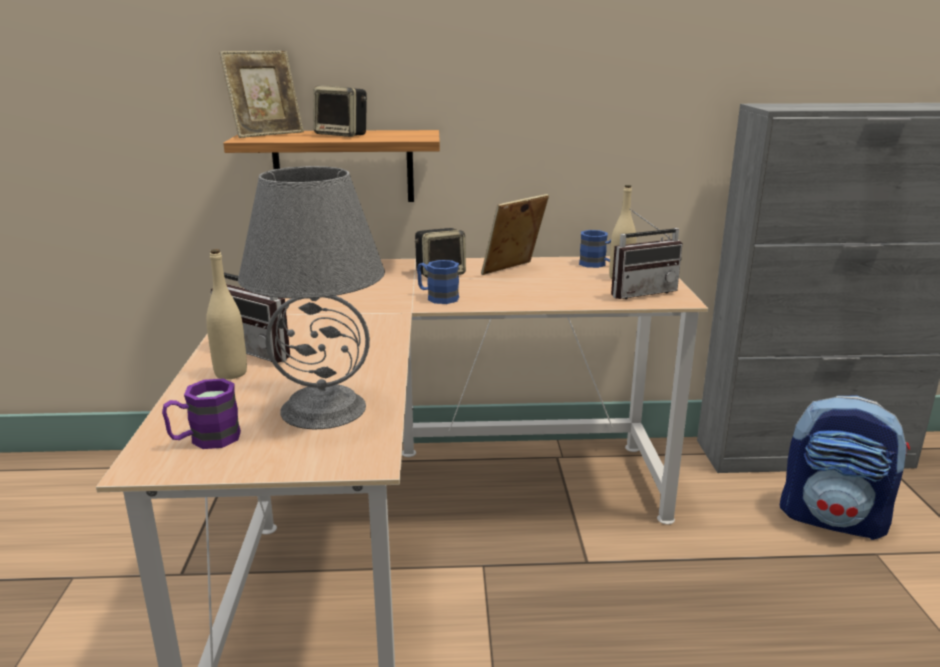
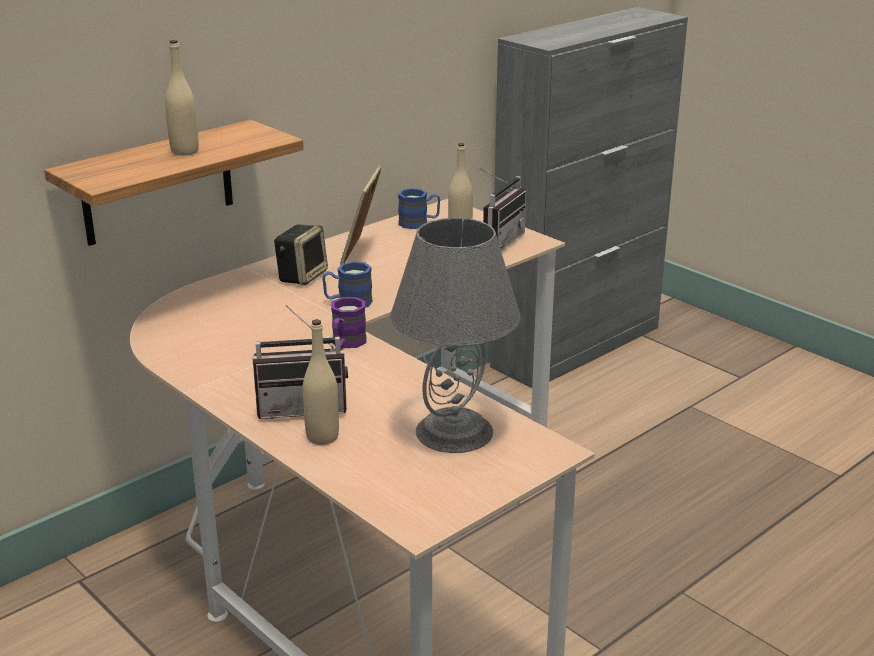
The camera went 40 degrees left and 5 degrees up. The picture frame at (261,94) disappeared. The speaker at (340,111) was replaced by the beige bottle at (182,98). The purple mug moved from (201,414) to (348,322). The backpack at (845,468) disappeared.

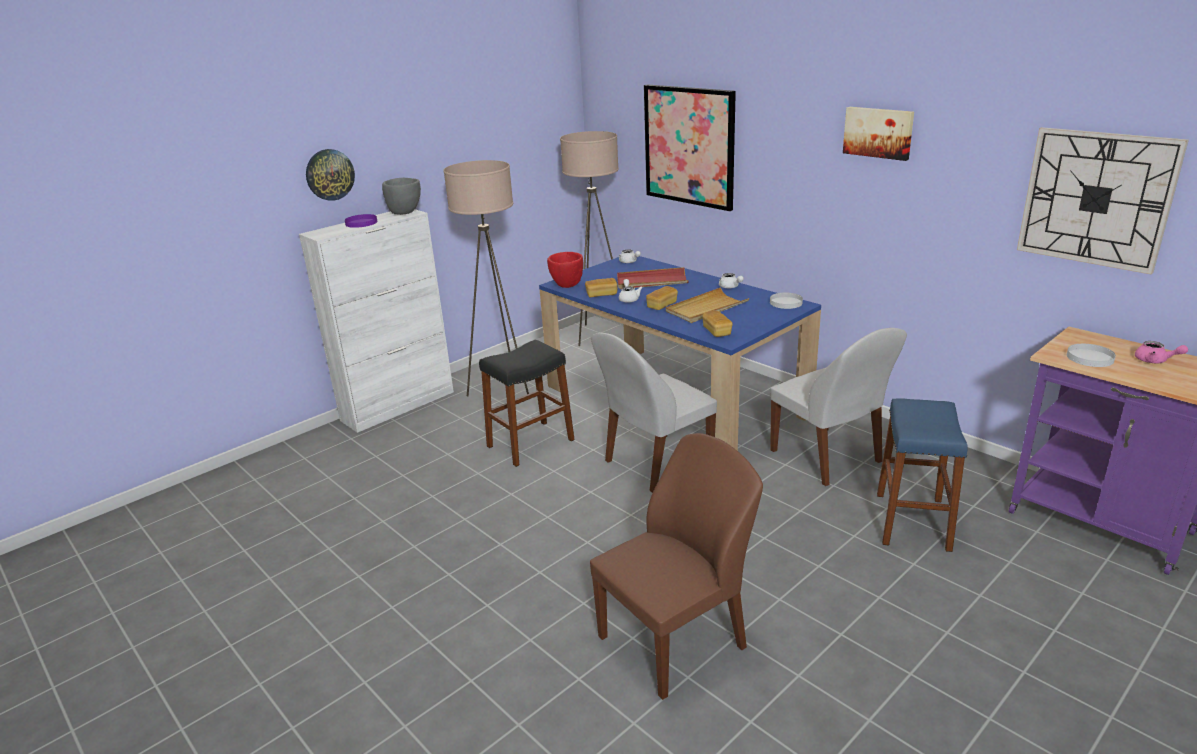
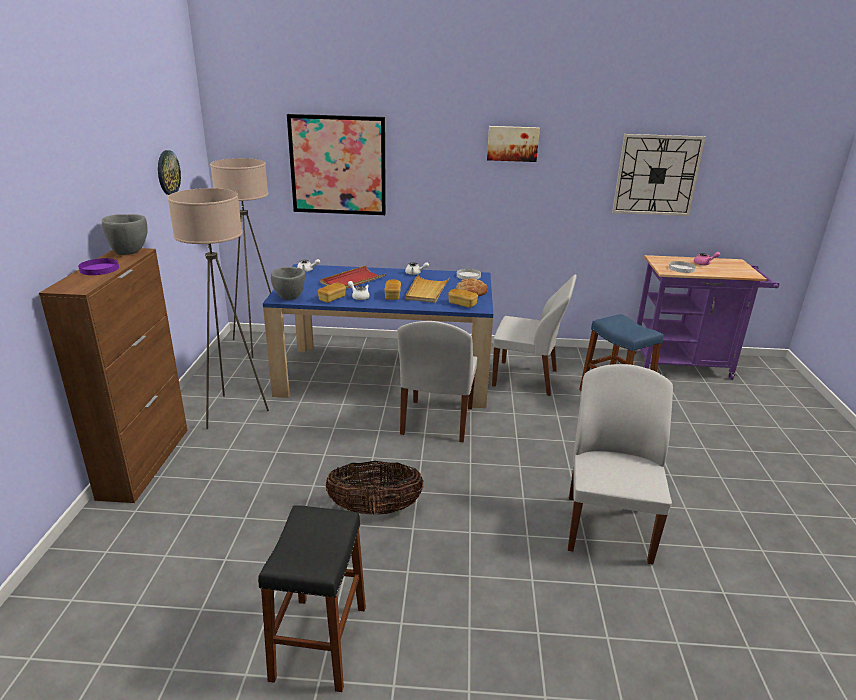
The camera went 45 degrees left and 0 degrees up. The wall clock moved from (330,175) to (169,172). The white cabinet at (376,321) became the brown cabinet at (113,375). The red bowl at (565,270) became the grey bowl at (288,283). The black stool moved from (527,403) to (312,598). The brown chair at (676,566) became the white chair at (620,464). The bread at (472,287) appeared. The basket at (375,488) appeared.

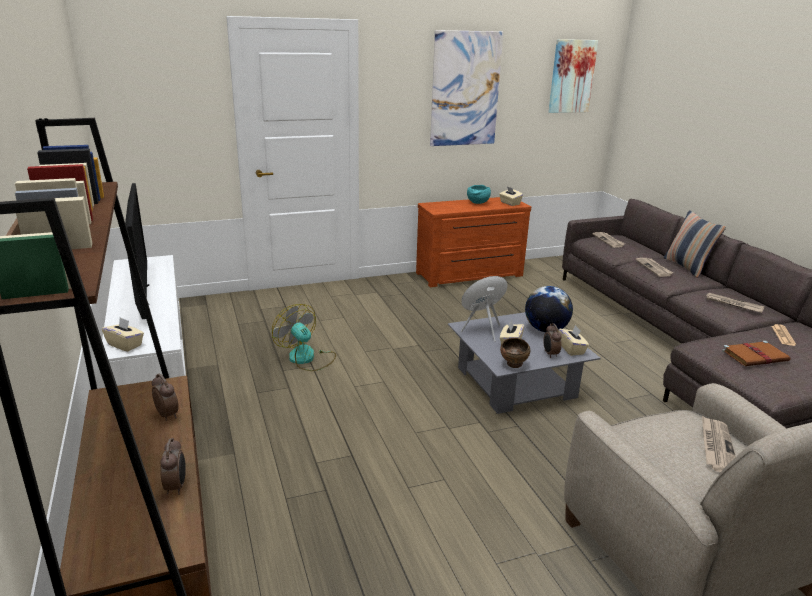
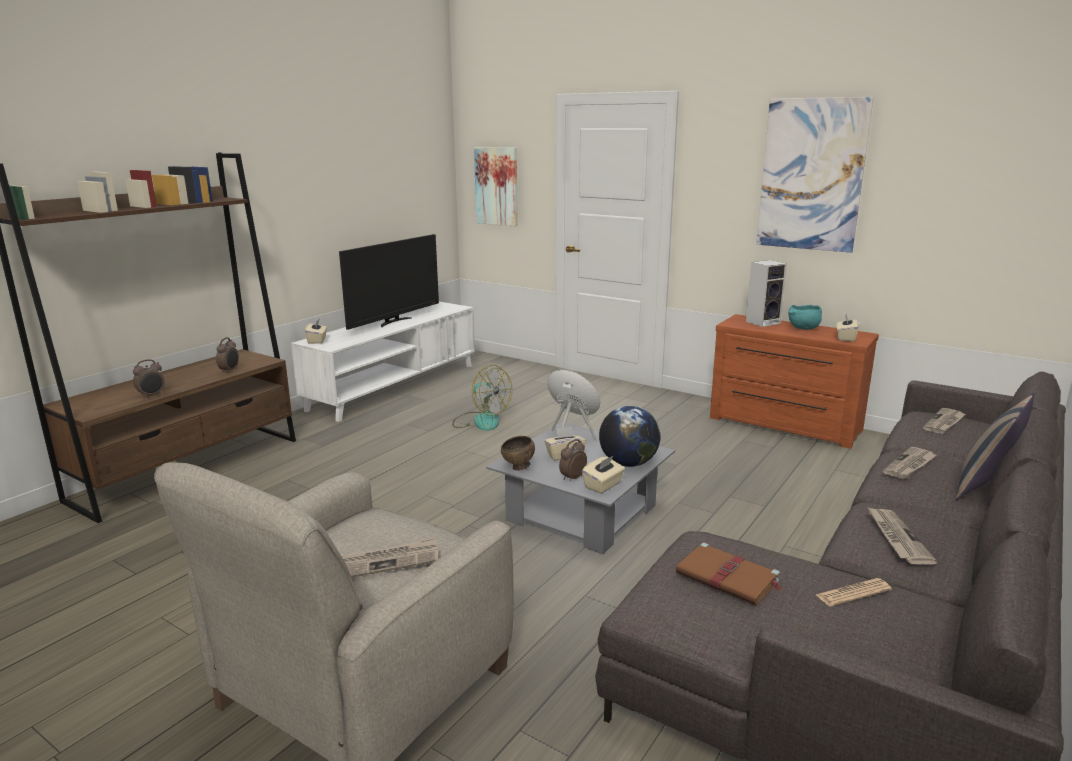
The camera went 55 degrees right and 5 degrees down. The picture moved from (573,76) to (496,187). The fan at (304,337) turned 120 degrees clockwise. The speaker at (766,293) appeared.

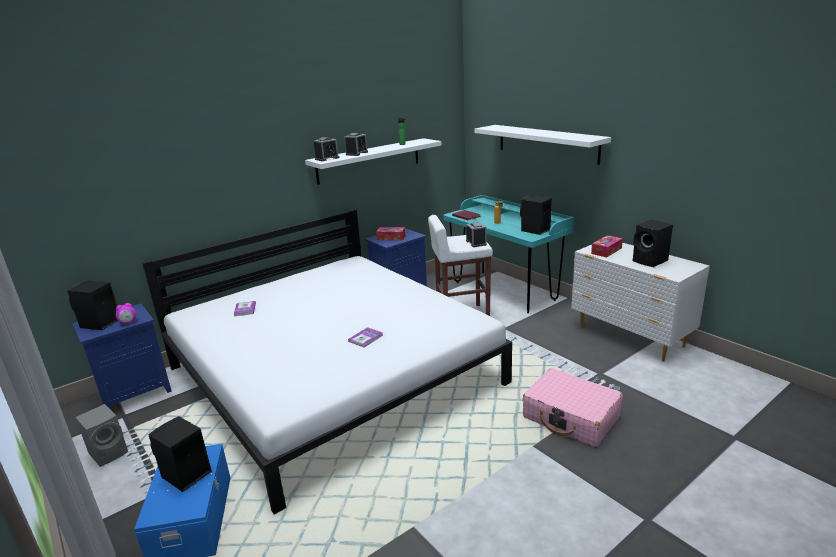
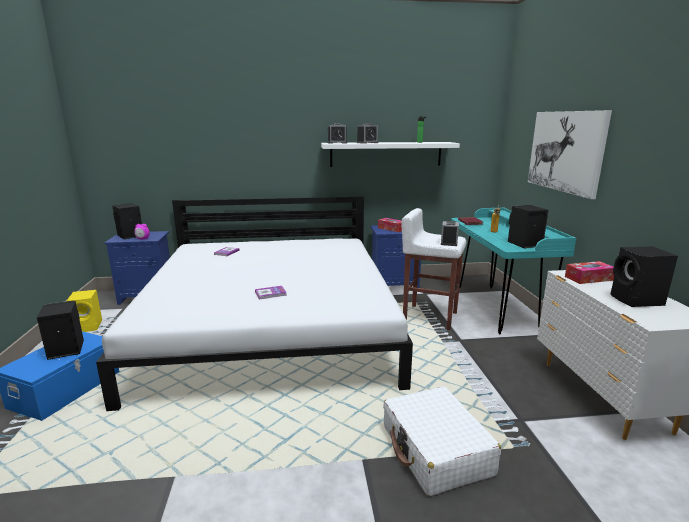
The camera went 30 degrees right and 5 degrees down. The white shelf at (542,145) was replaced by the picture at (570,154). The pink suitcase at (573,407) became the white suitcase at (442,441). The grey speaker at (101,435) became the yellow speaker at (84,311).

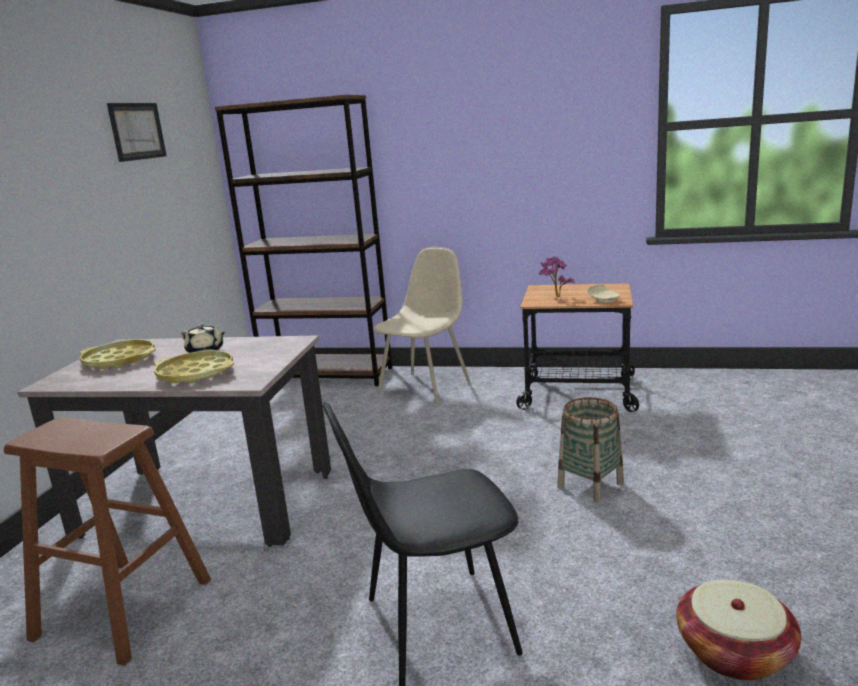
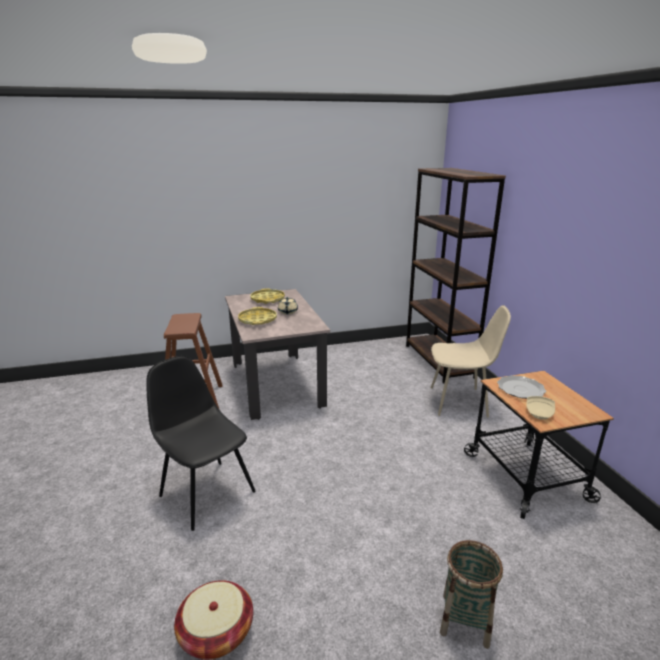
The camera went 60 degrees right and 5 degrees up. The picture at (137,132) disappeared. The potted plant at (557,276) was replaced by the plate at (521,387). The basket moved from (591,450) to (471,594).

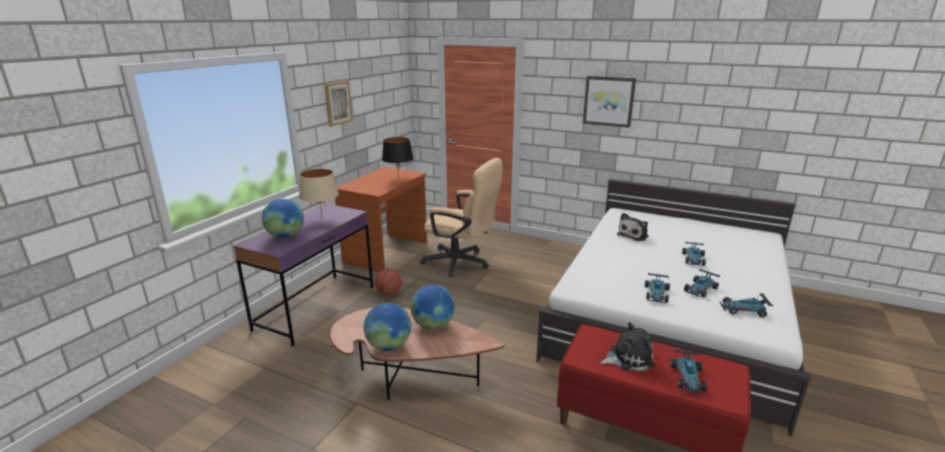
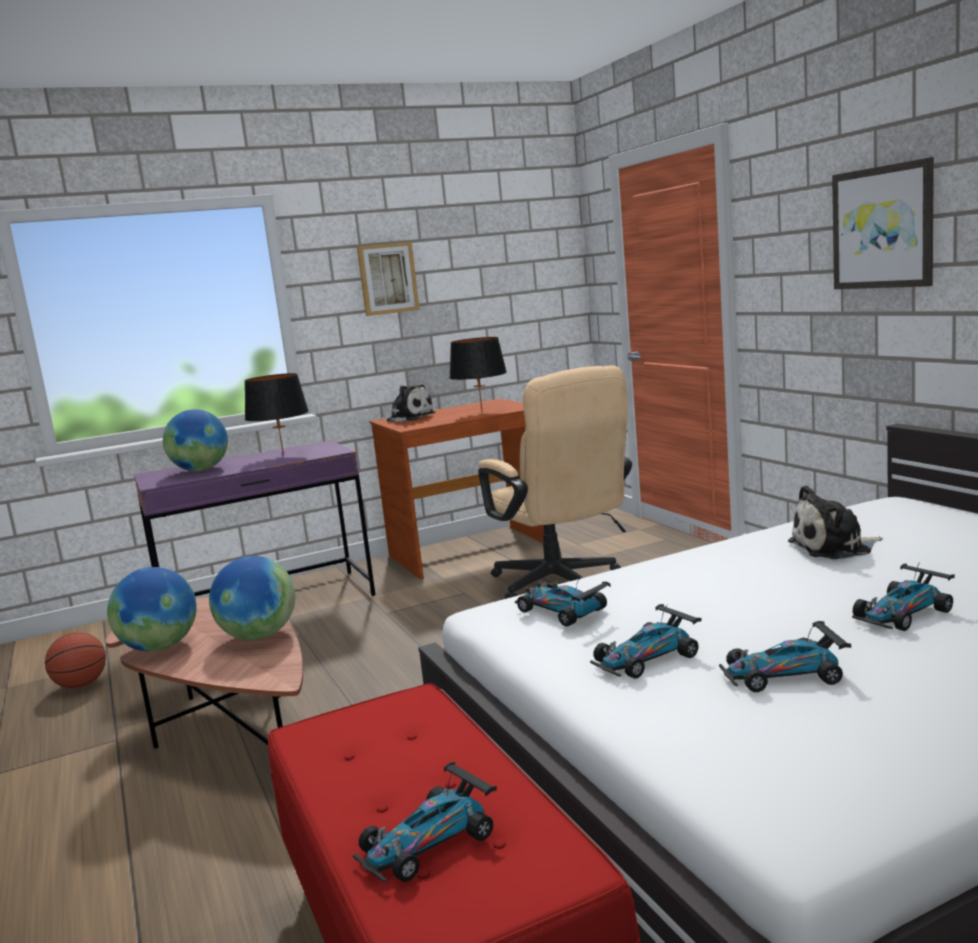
The camera went 40 degrees right and 10 degrees down. The beige table lamp at (319,193) became the black table lamp at (277,414). The basketball moved from (388,282) to (75,660). The toy car moved from (746,305) to (563,602). The plush toy moved from (627,346) to (407,403).

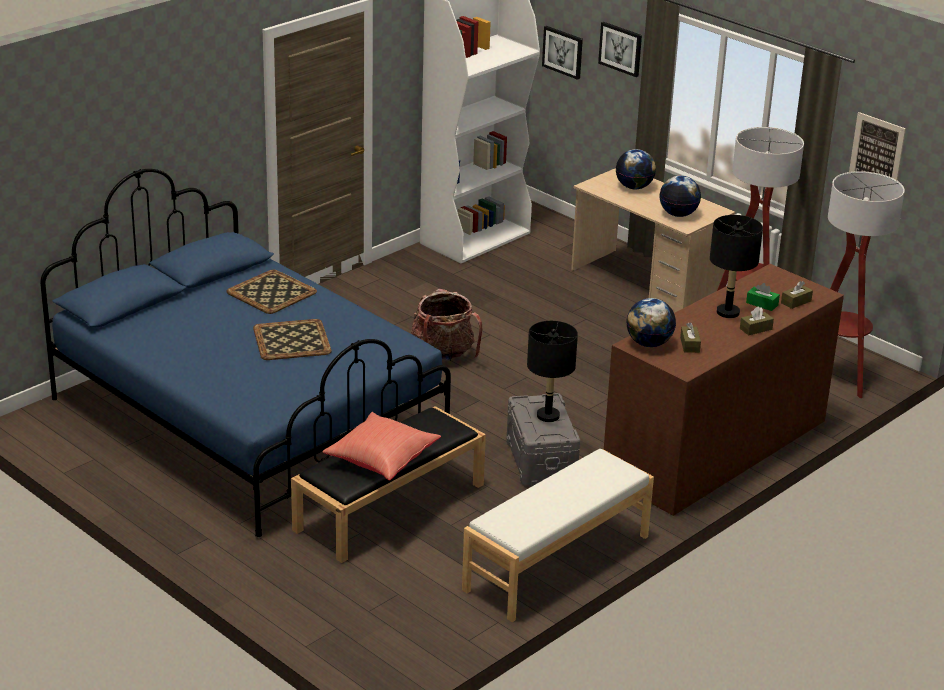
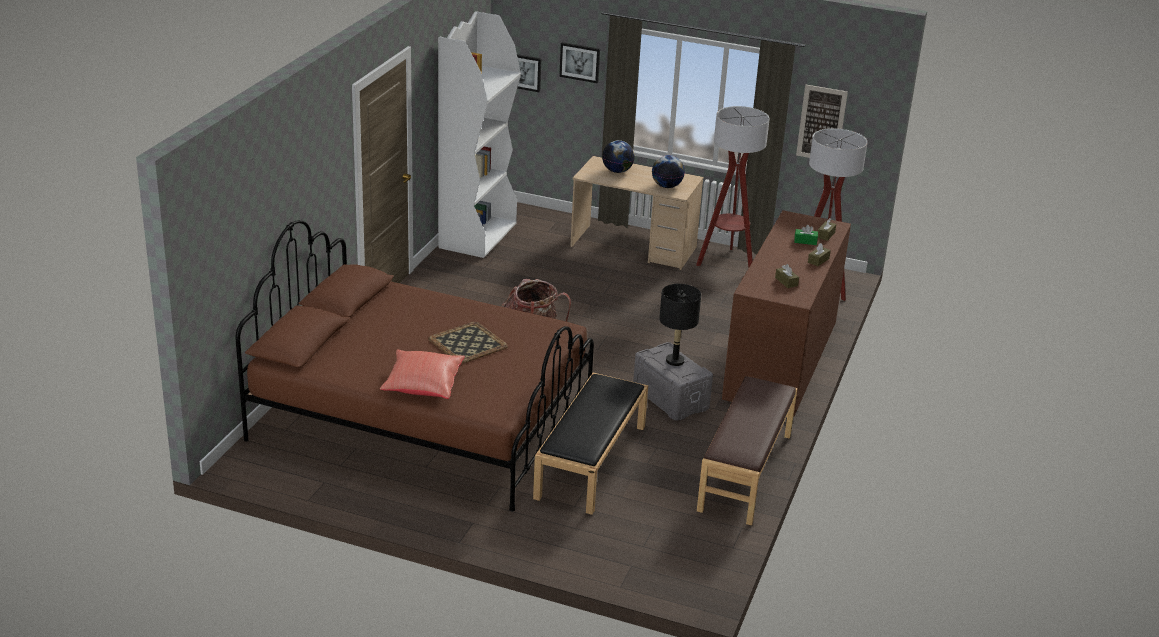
The camera went 25 degrees left and 0 degrees up. The blue bed at (245,353) became the brown bed at (414,365). The black table lamp at (736,266) disappeared. The tray at (271,292) disappeared. The globe at (651,322) disappeared. The red pillow moved from (382,446) to (422,374). The white bench at (558,535) became the brown bench at (747,451).

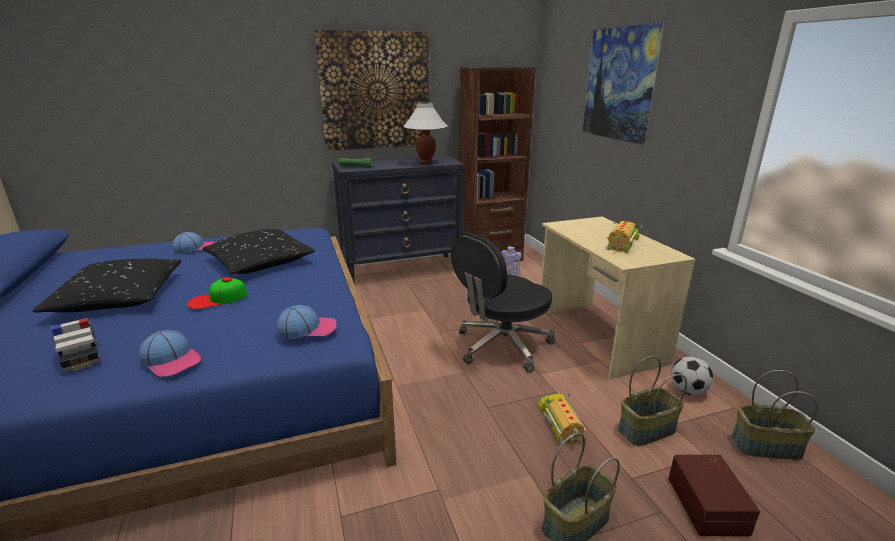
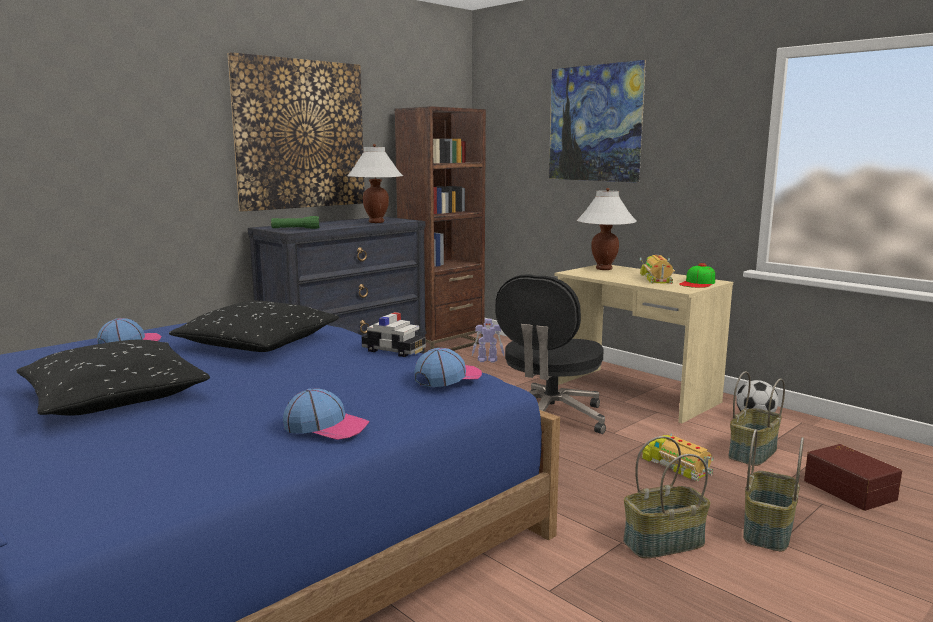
The camera went 25 degrees left and 10 degrees down. The cap moved from (217,293) to (697,275). The toy car moved from (75,345) to (394,334). The basket moved from (774,415) to (666,497). The white table lamp at (606,229) appeared.

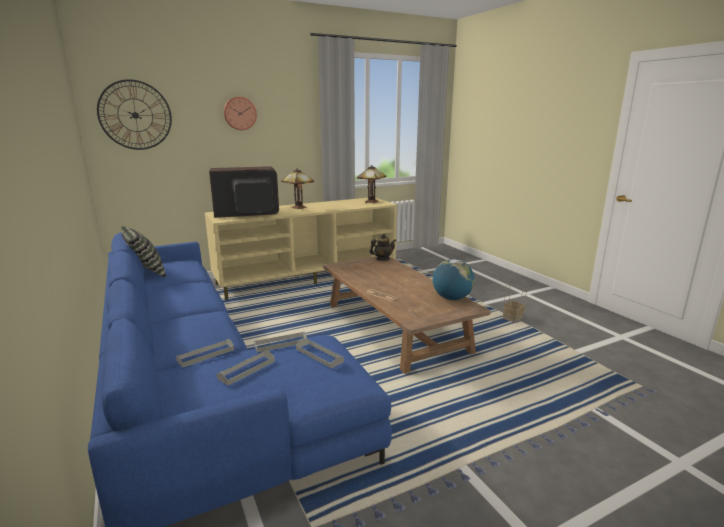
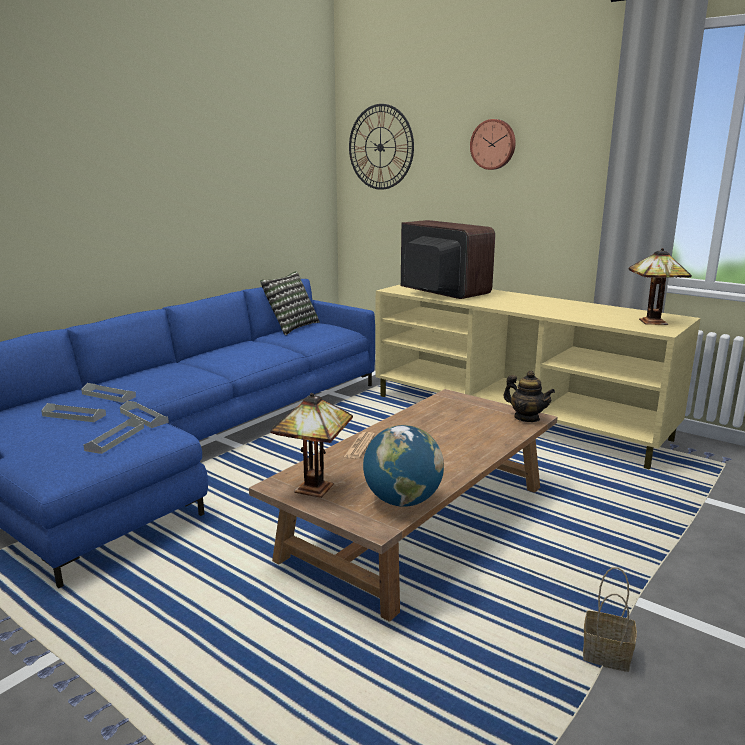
The camera went 65 degrees right and 0 degrees up. The table lamp moved from (297,188) to (311,445).

